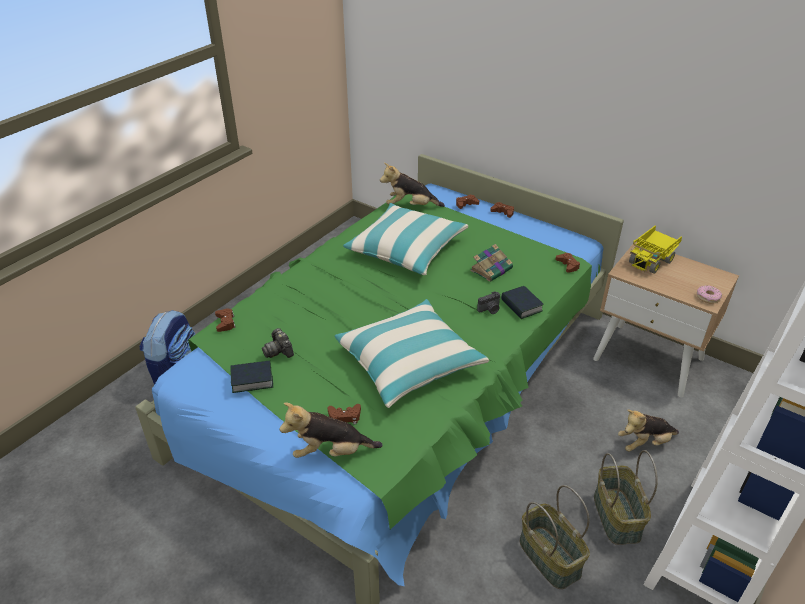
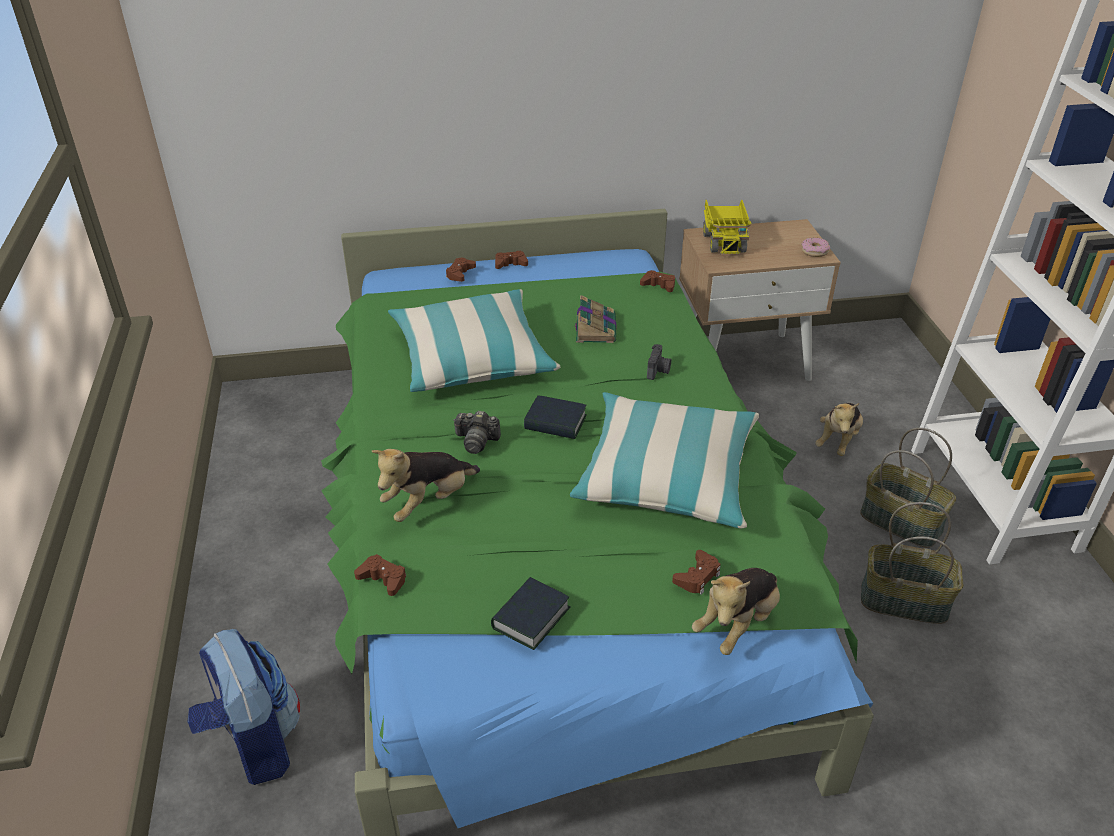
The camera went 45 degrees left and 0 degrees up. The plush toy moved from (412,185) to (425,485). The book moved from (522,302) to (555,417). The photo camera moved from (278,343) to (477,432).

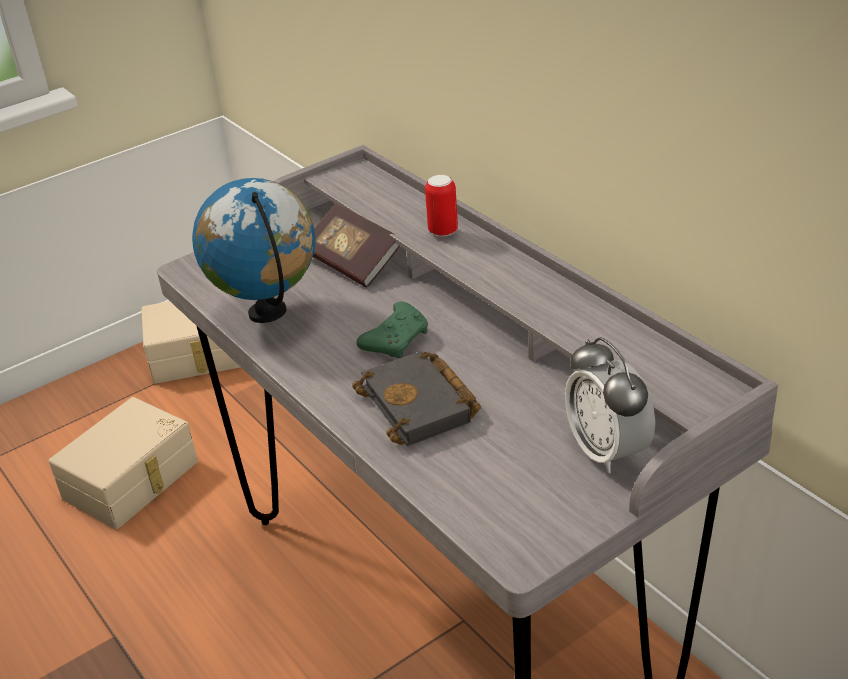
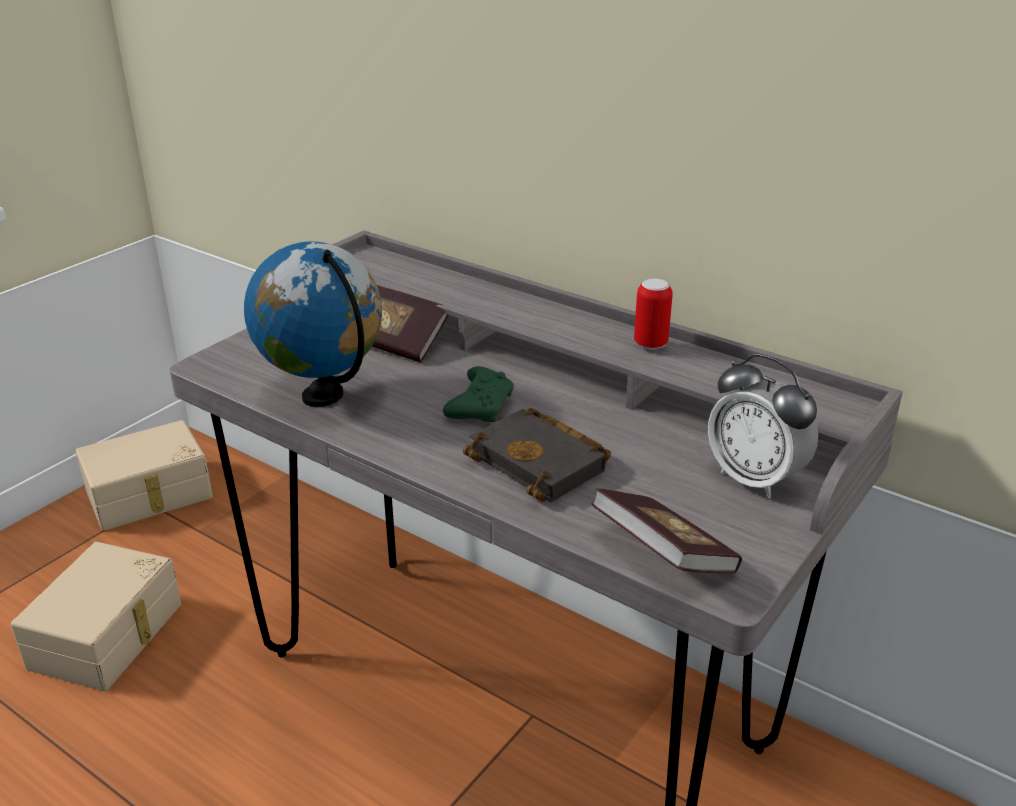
The camera went 20 degrees left and 5 degrees down. The can moved from (441,206) to (653,314). The book at (666,531) appeared.

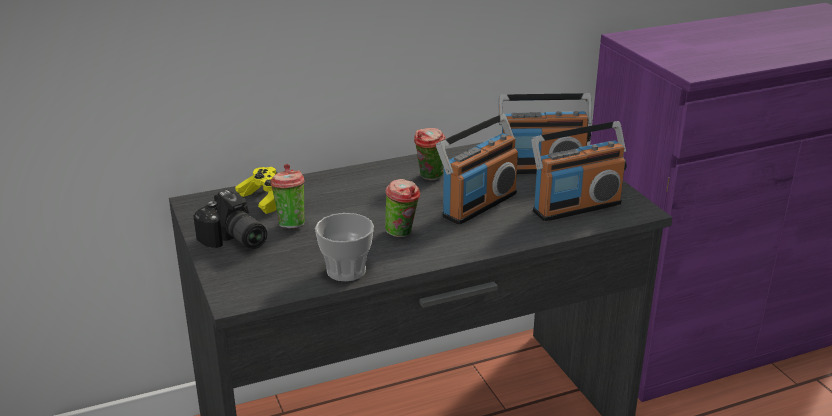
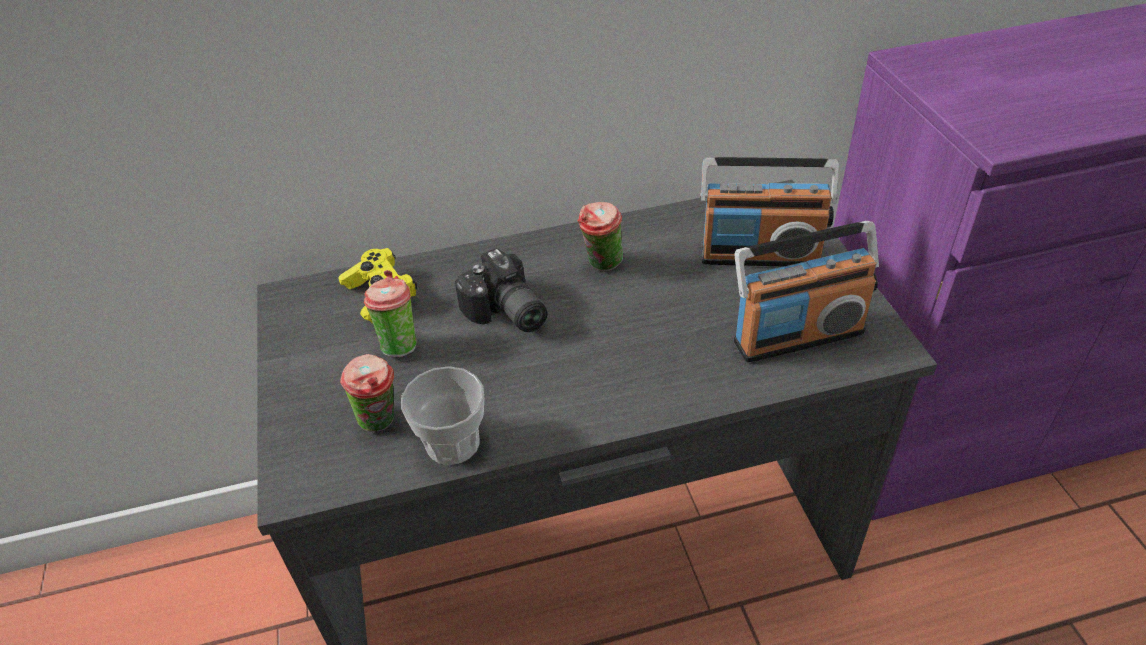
The camera went 10 degrees right and 15 degrees up. The radio at (477,169) disappeared. The cup moved from (402,208) to (367,393). The photo camera moved from (230,219) to (501,290).

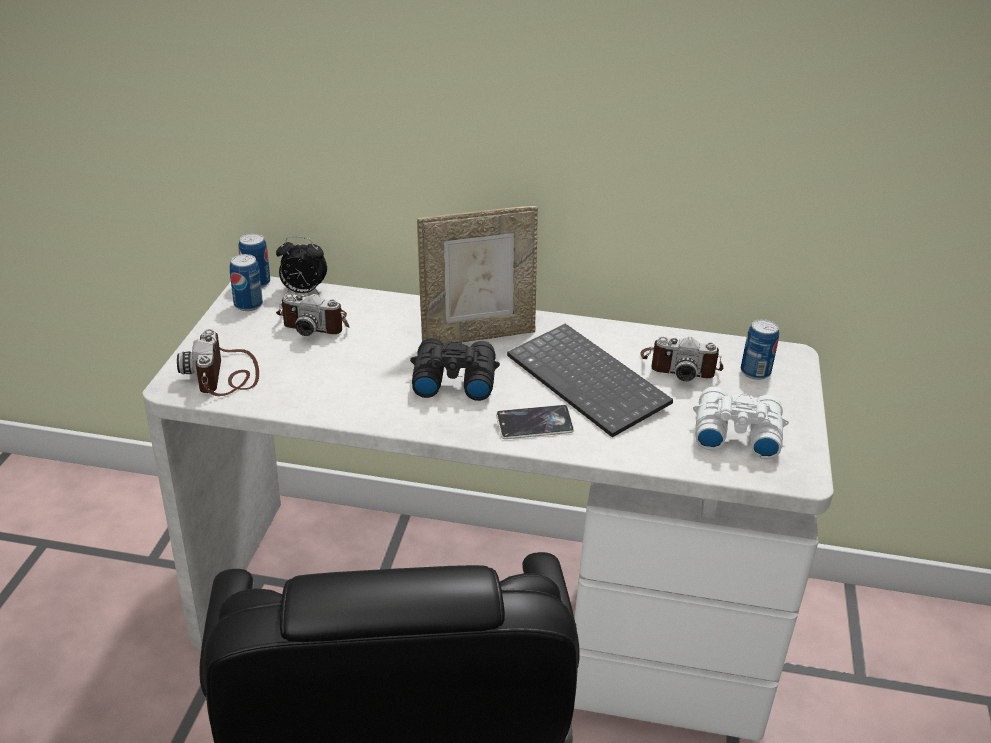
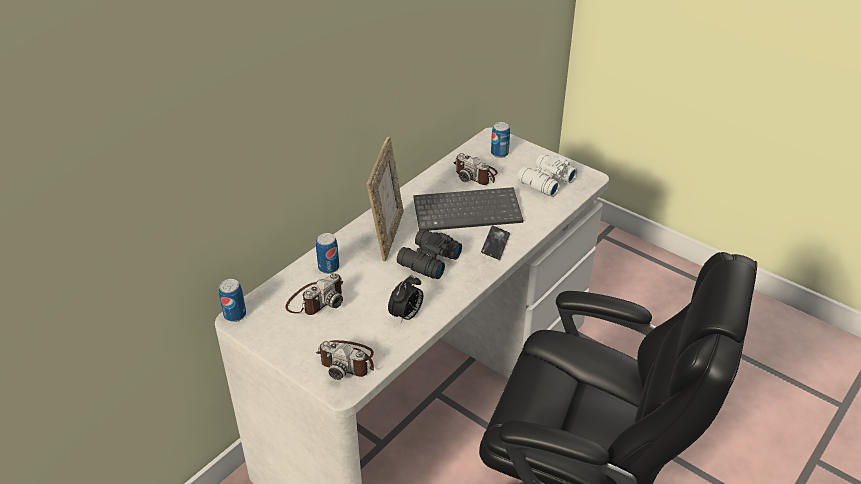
The camera went 60 degrees left and 5 degrees up. The alarm clock moved from (301,265) to (405,299). The can moved from (246,282) to (327,253). The photo camera at (681,359) turned 90 degrees clockwise.

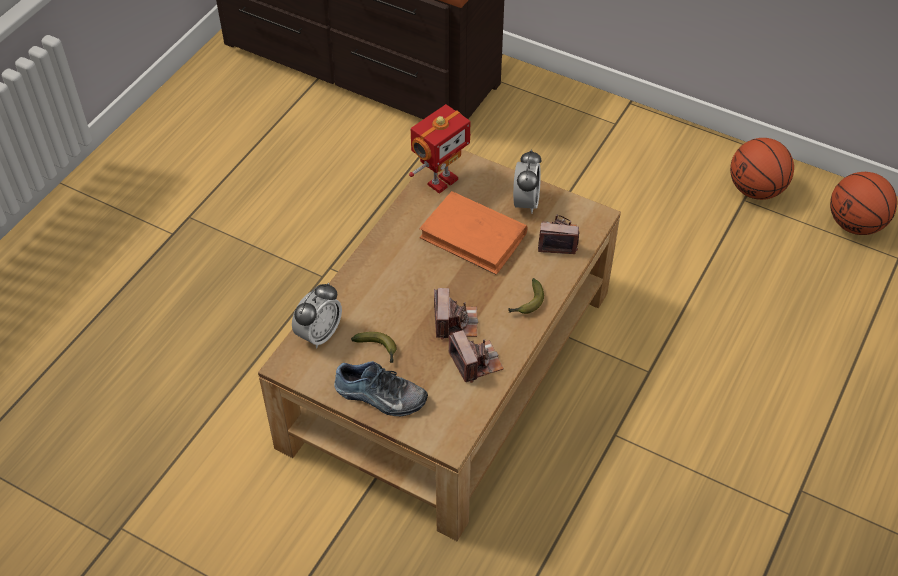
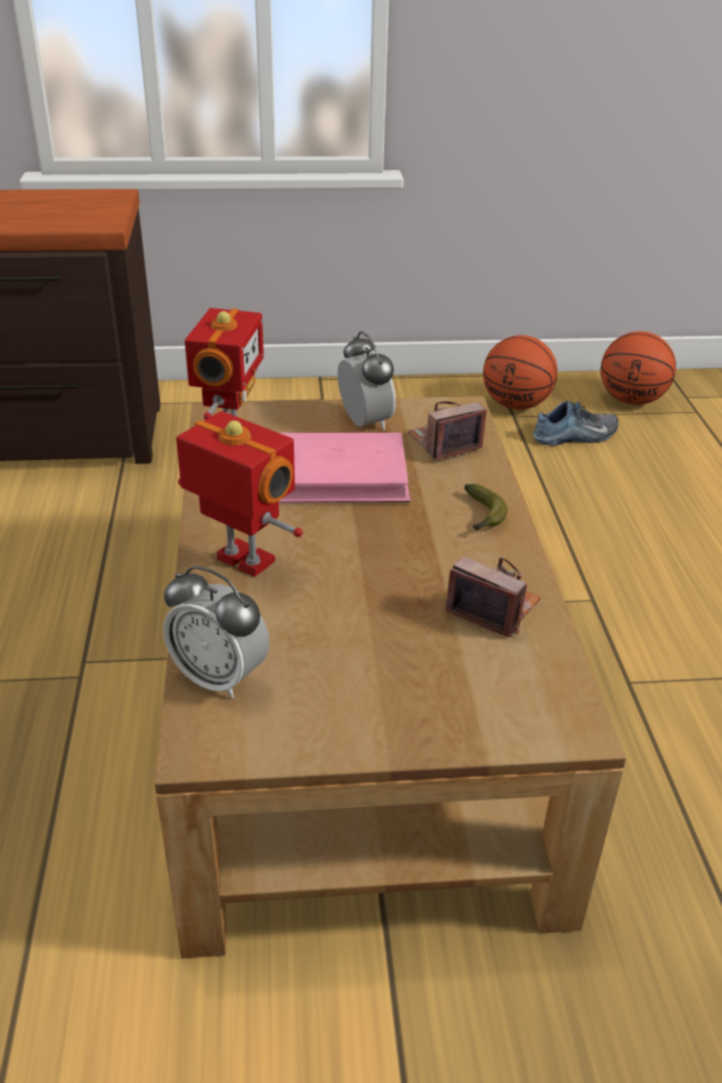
The camera went 35 degrees left and 15 degrees down. The orange book at (473,233) became the pink book at (345,468). The alarm clock at (317,315) turned 120 degrees clockwise. The photo camera at (456,314) disappeared. The banana at (373,347) disappeared. The shoe moved from (381,389) to (575,423). The toy robot at (239,494) appeared.

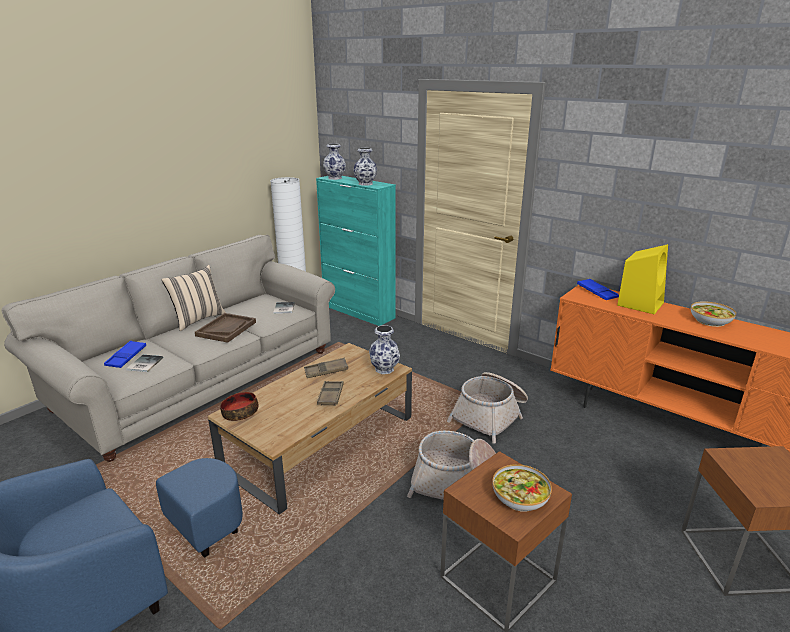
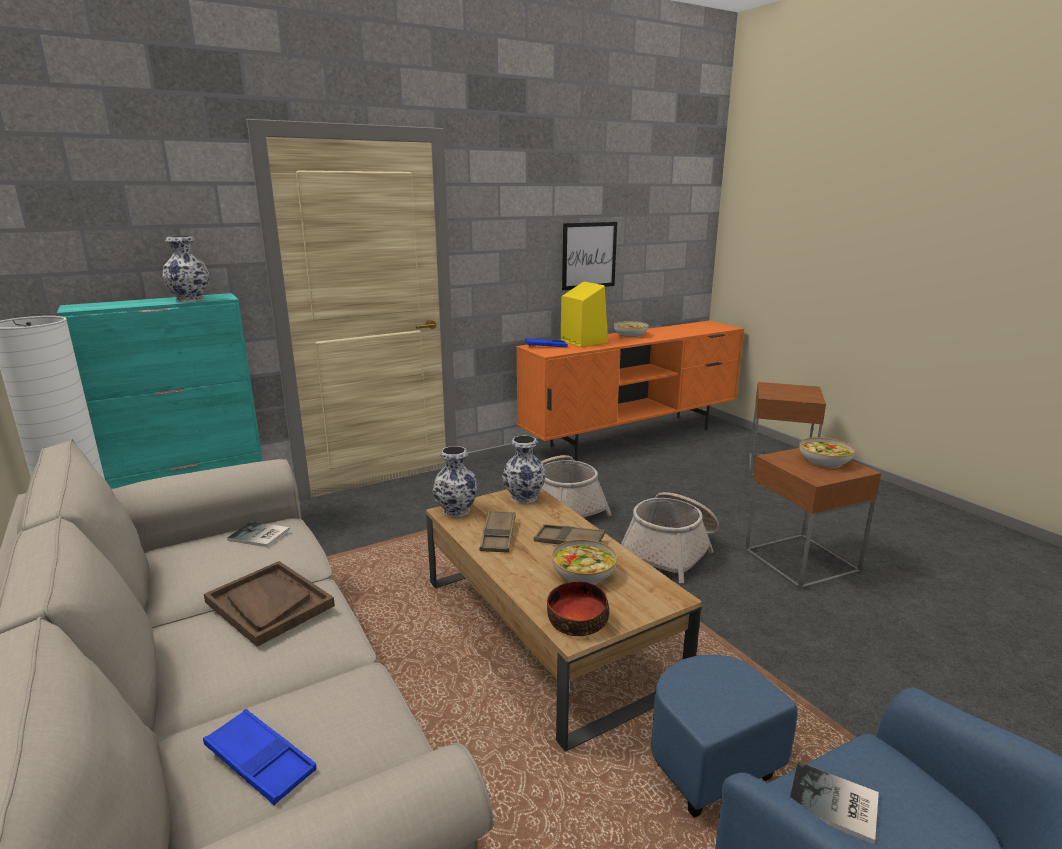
The camera went 70 degrees left and 5 degrees down. The vase moved from (334,161) to (455,481). The beige pillow at (193,298) disappeared. The book moved from (144,363) to (834,803). The picture at (589,256) appeared. The bowl at (584,561) appeared.

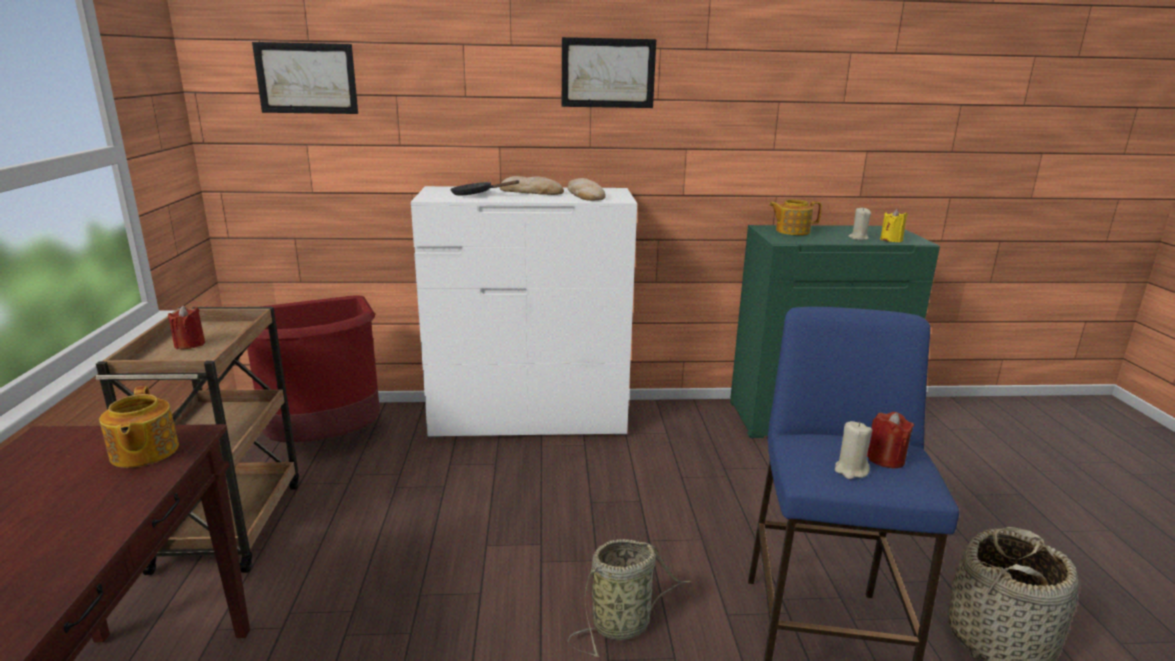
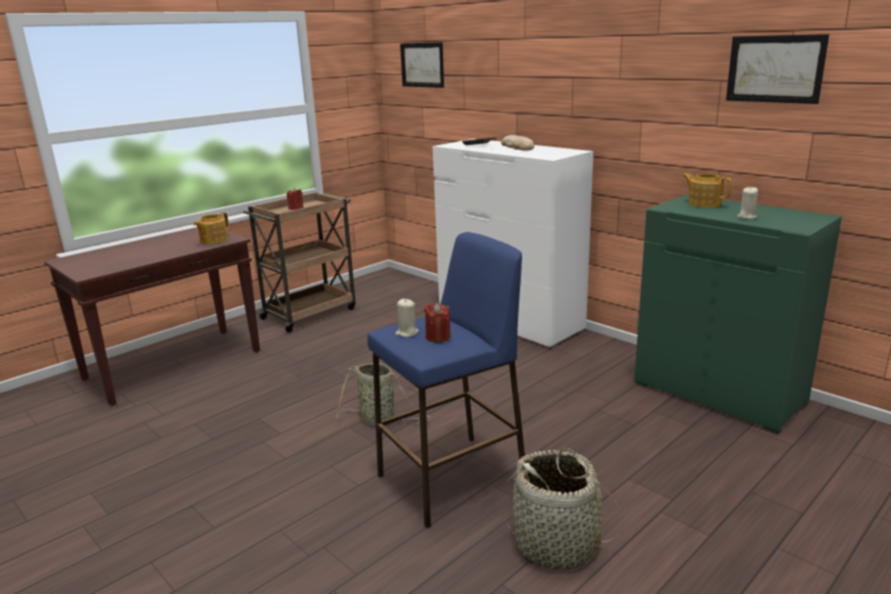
The camera went 50 degrees right and 0 degrees up. The picture moved from (609,72) to (777,69). The bread at (586,189) disappeared. The yellow candle at (894,225) disappeared. The red trash can at (313,369) disappeared.

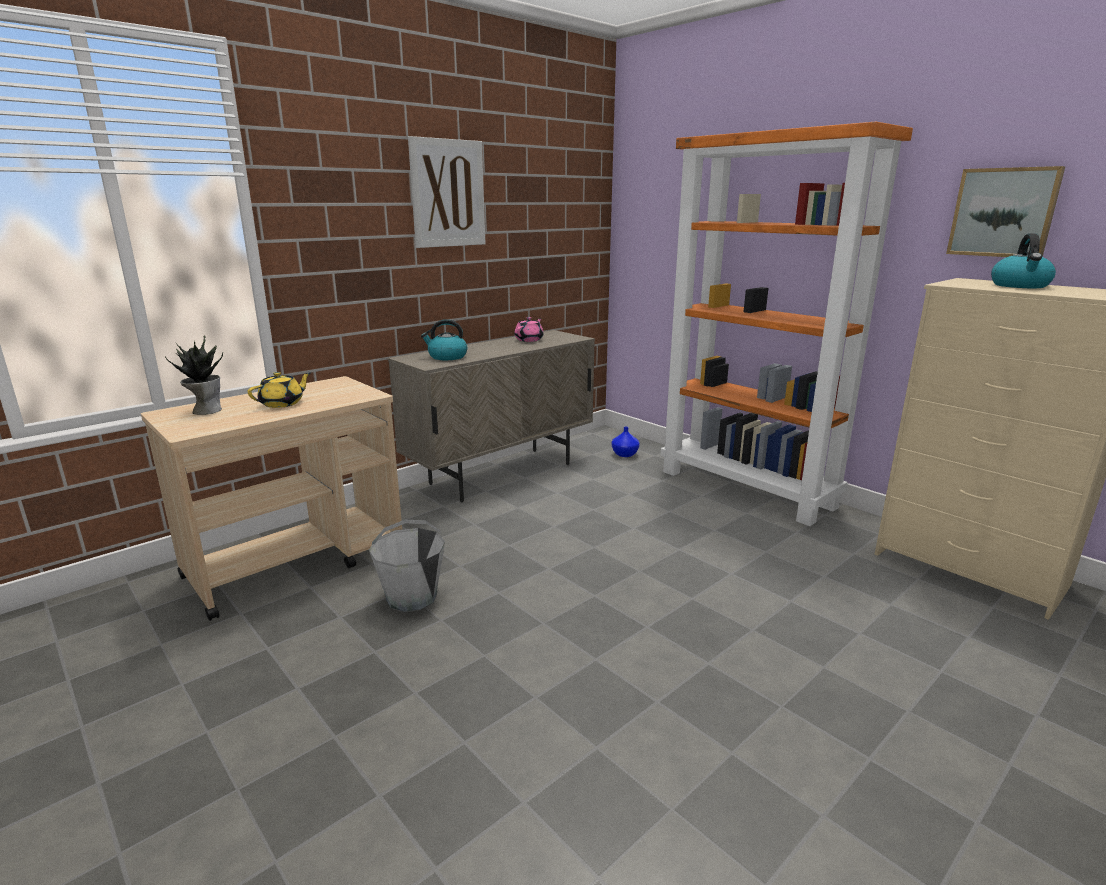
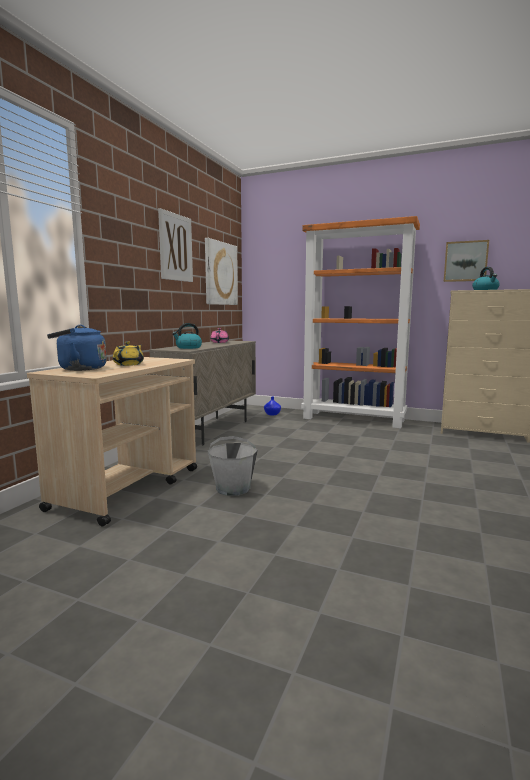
The camera went 25 degrees left and 10 degrees down. The potted plant at (194,375) was replaced by the blue kettle at (77,348). The picture at (221,271) appeared.

